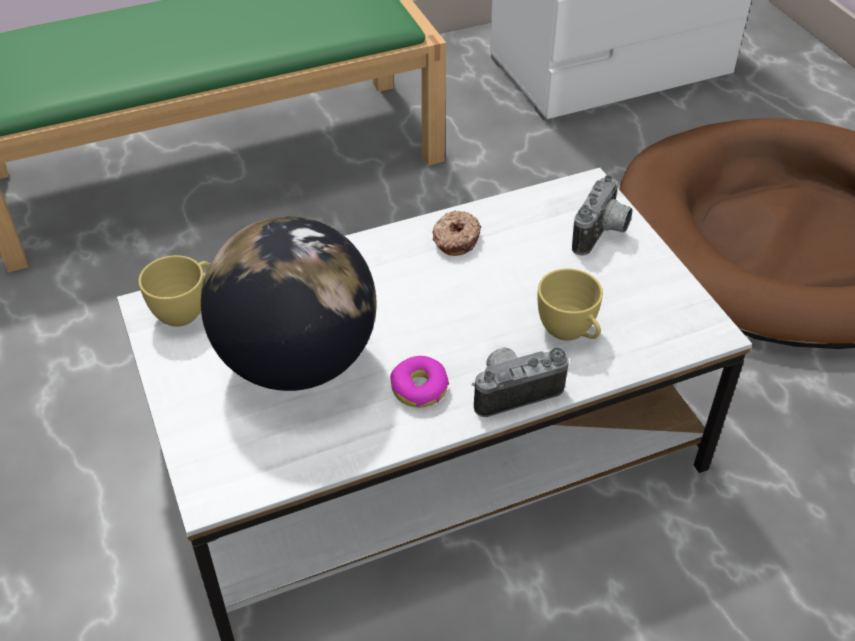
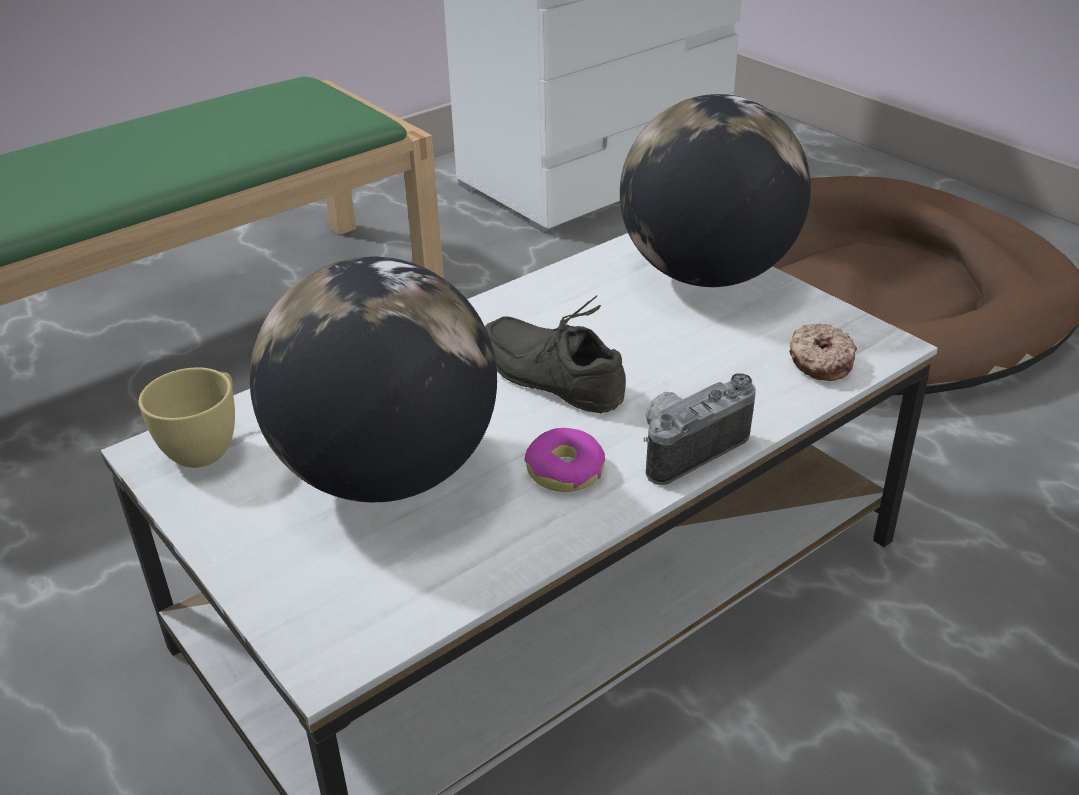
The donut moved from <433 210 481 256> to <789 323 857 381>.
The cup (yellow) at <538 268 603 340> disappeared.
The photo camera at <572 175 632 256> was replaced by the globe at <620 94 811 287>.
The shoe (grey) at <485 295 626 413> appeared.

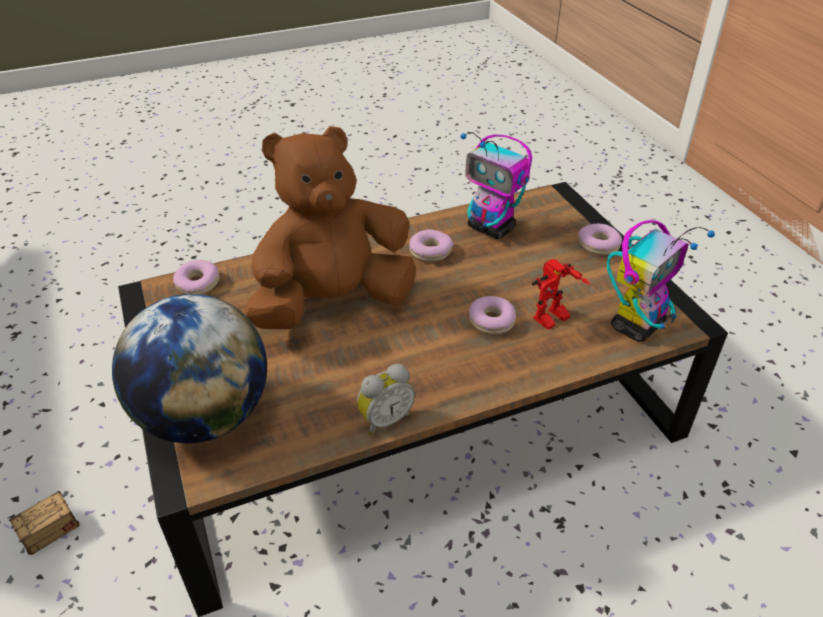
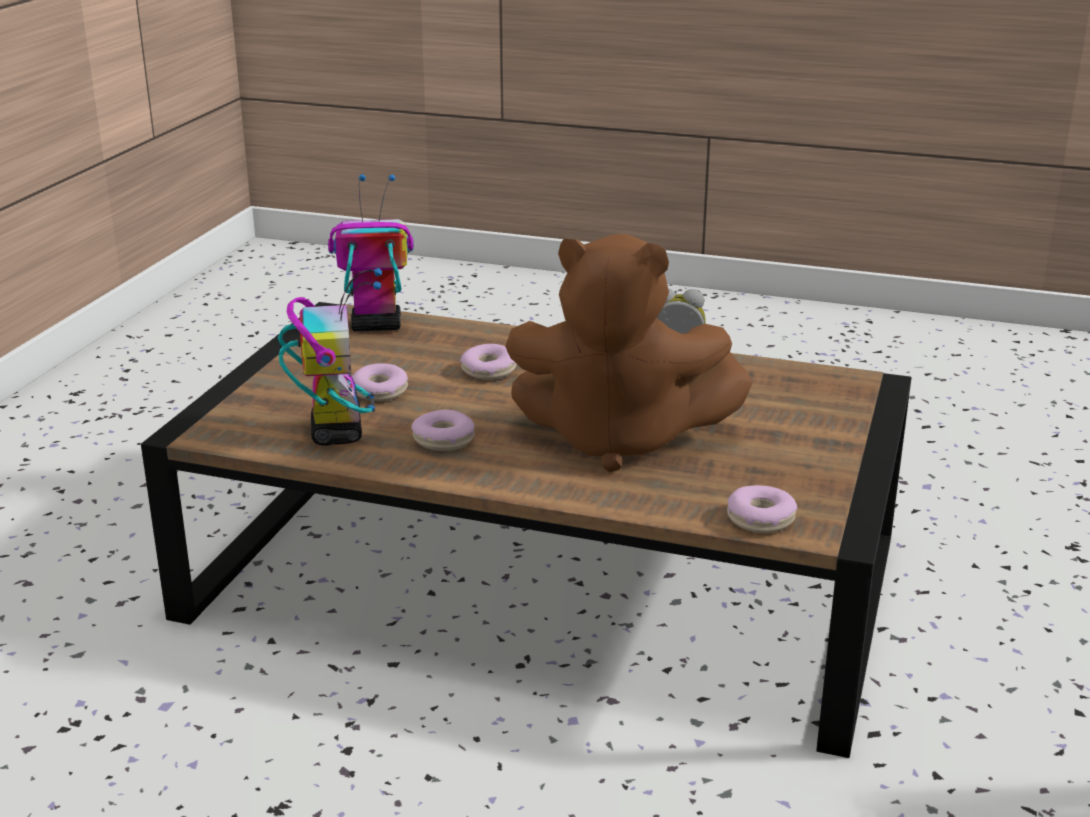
The storage box at <9 416 106 555> disappeared.
The globe at <112 294 267 443> disappeared.
The toy robot at <532 259 590 330> disappeared.
The donut moved from <578 224 622 255> to <352 363 408 401>.

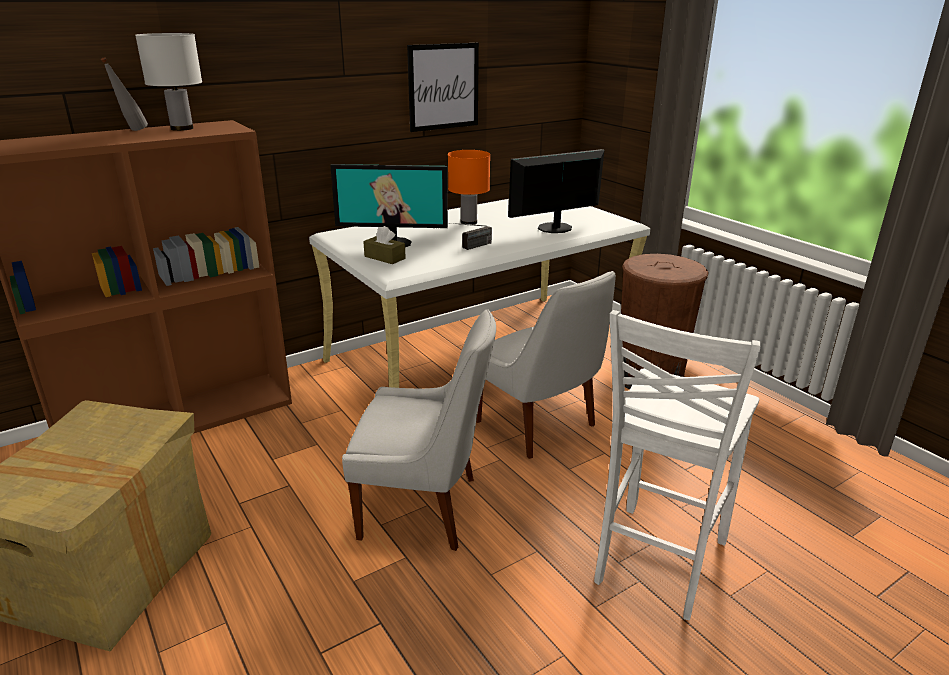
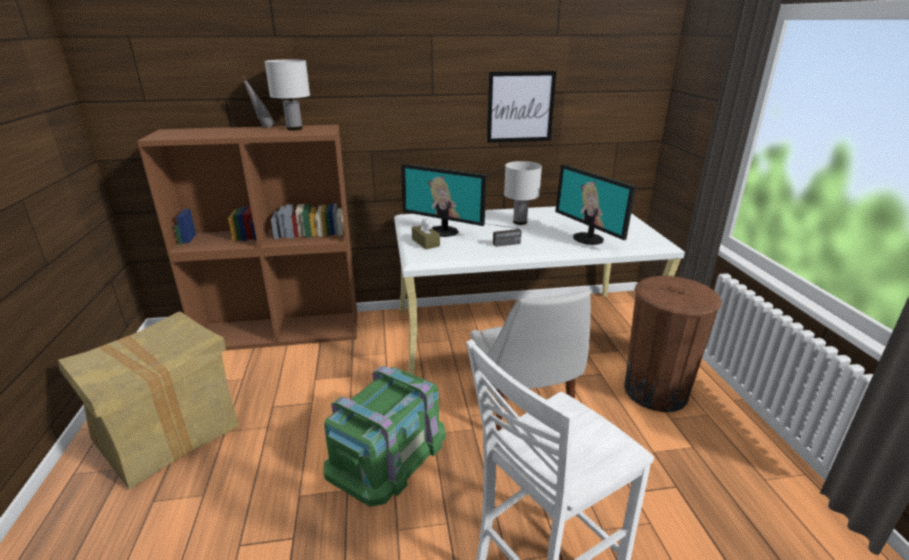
The chair (white) at <342 309 496 551> was replaced by the storage box (green) at <324 366 446 507>.
The table lamp (orange) at <448 150 490 225> became the table lamp (white) at <504 161 542 225>.
The monitor at <508 149 604 233> turned 120 degrees counterclockwise.

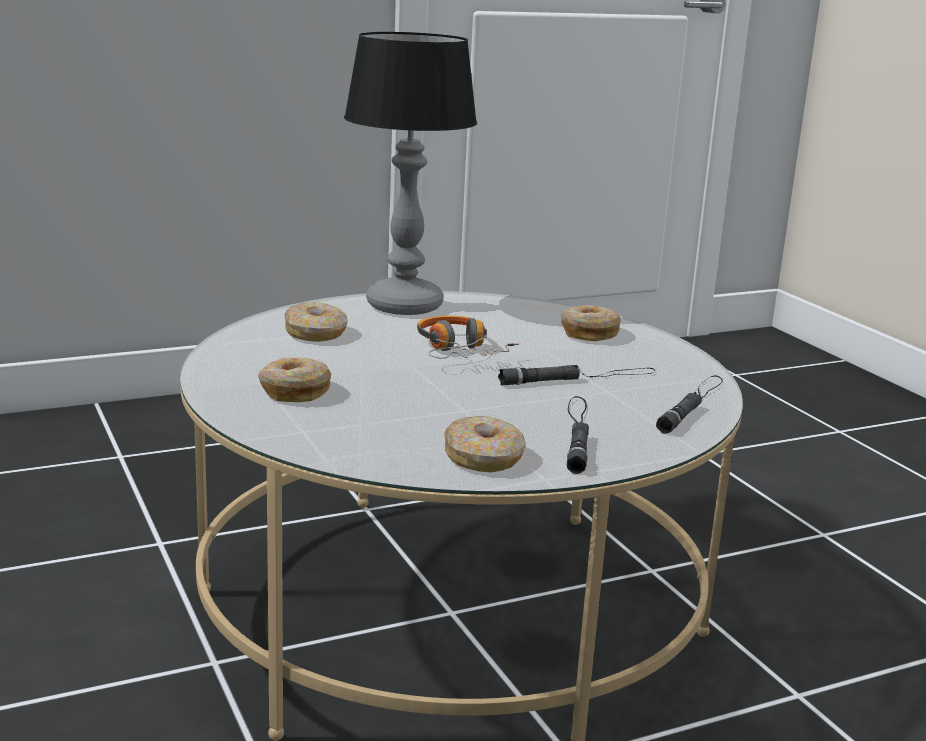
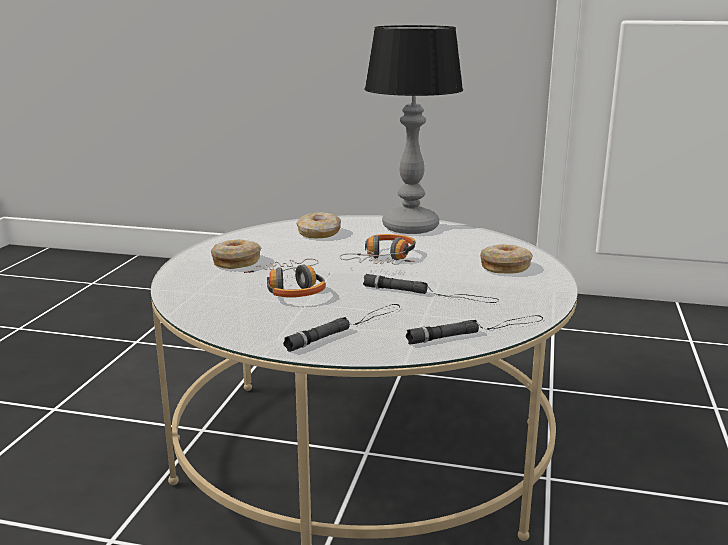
The donut at <444 416 526 472> disappeared.
The headphones at <244 258 326 297> appeared.

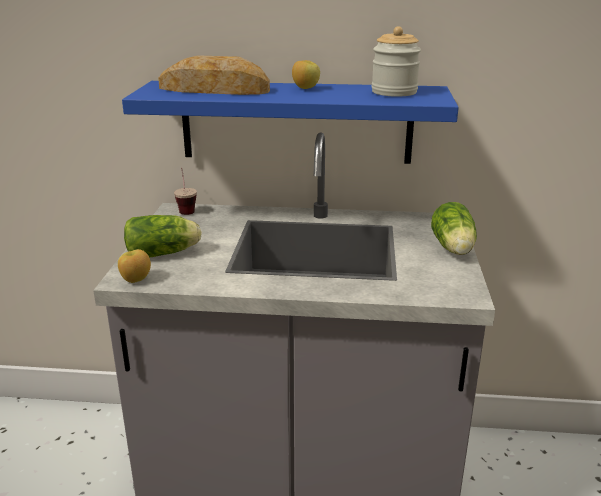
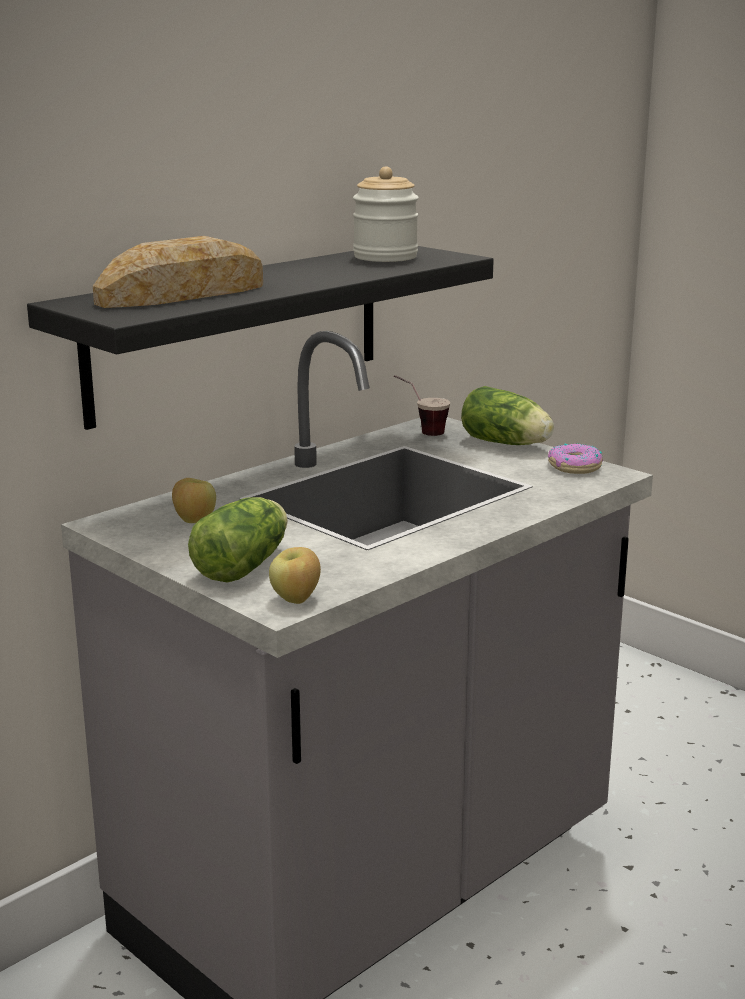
The shelf (blue) at <122 81 459 164> became the shelf (black) at <27 246 494 430>.
The cup moved from <174 167 197 215> to <394 375 450 436>.
The apple moved from <292 60 320 89> to <172 478 216 523>.
The donut at <548 443 603 474> appeared.

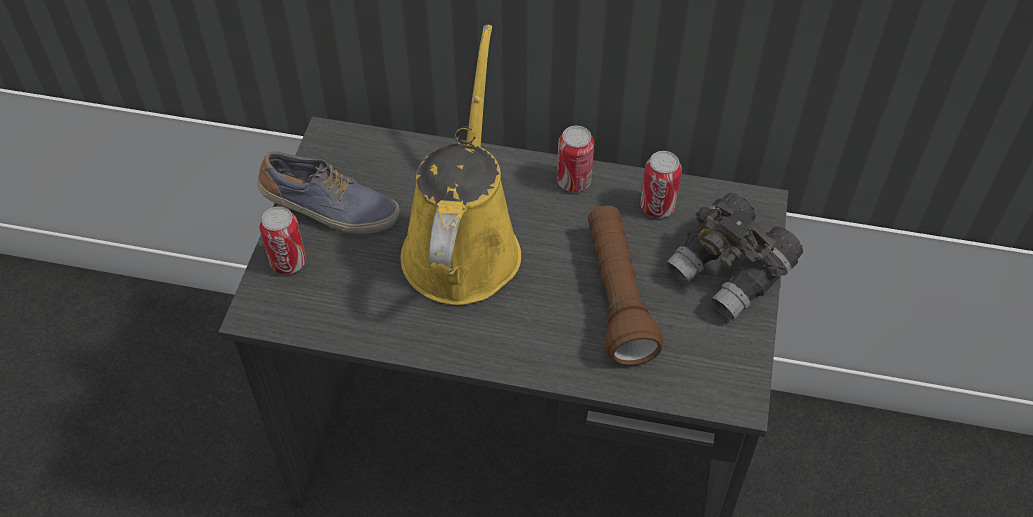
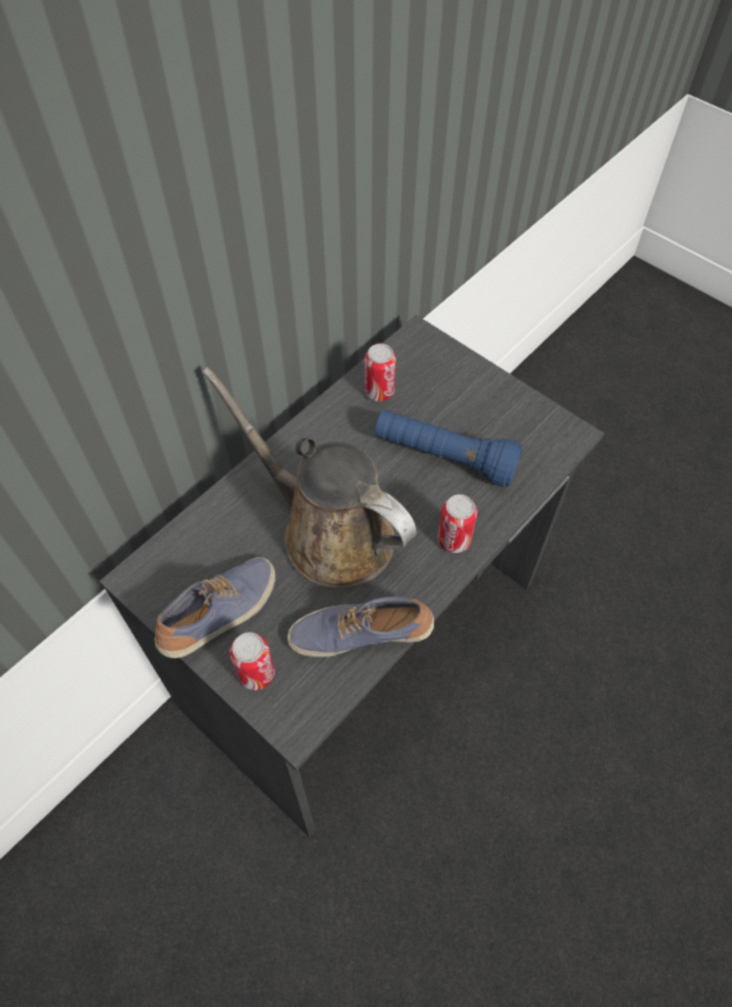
The watering can (yellow) at <401 25 521 305> became the watering can (brown) at <202 367 416 589>.
The can moved from <557 126 594 192> to <438 494 477 553>.
The flashlight (brown) at <588 206 663 366> became the flashlight (blue) at <374 410 523 487>.
The binoculars (grey) at <666 192 803 320> disappeared.
The shoe at <287 596 434 657> appeared.

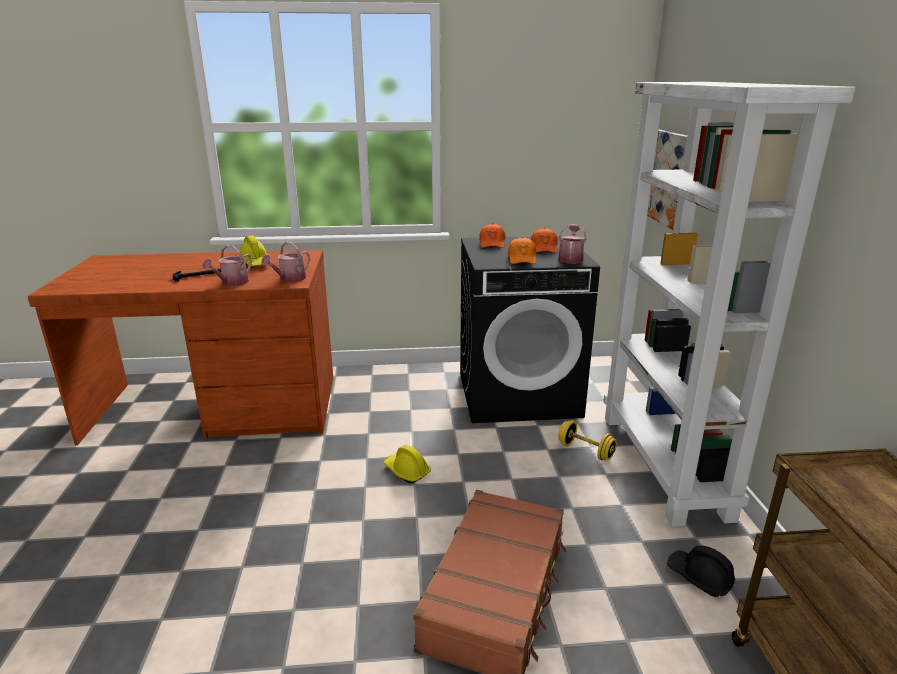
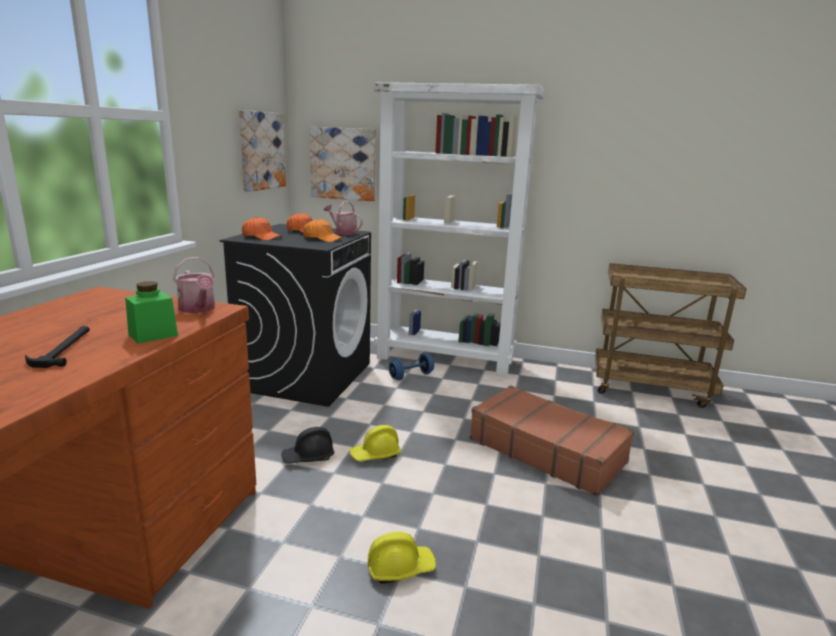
The watering can at <202 245 252 286> was replaced by the jar (green) at <125 281 178 344>.
The hard hat (yellow) moved from <238 236 271 266> to <368 532 436 584>.
The dumbbell (yellow) at <558 420 617 460> became the dumbbell (blue) at <389 353 434 380>.
The hard hat (black) moved from <667 545 735 597> to <281 427 334 464>.
The picture at <239 110 286 192> appeared.

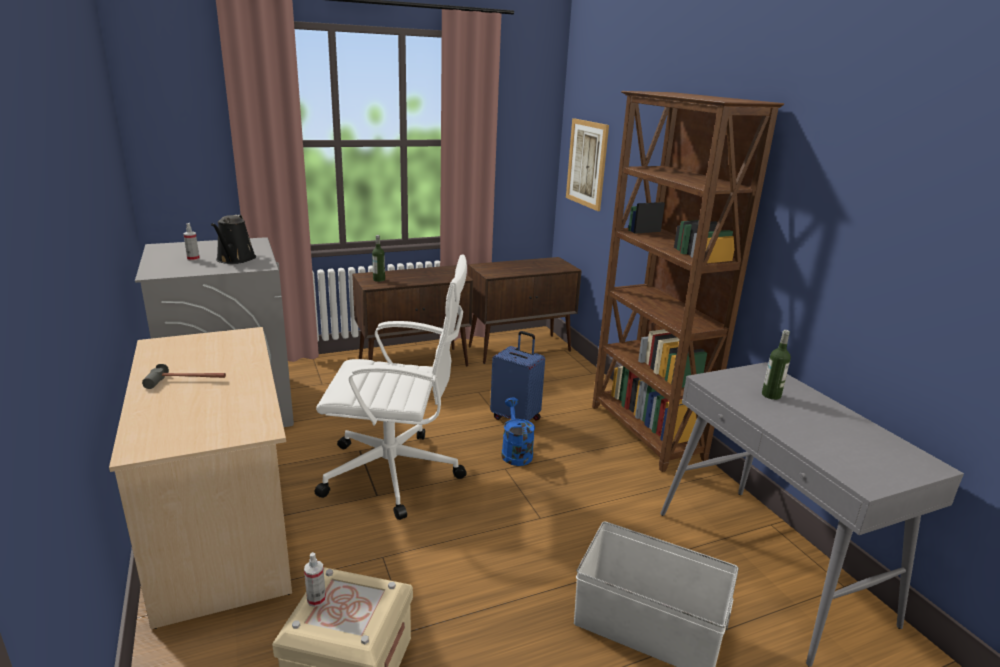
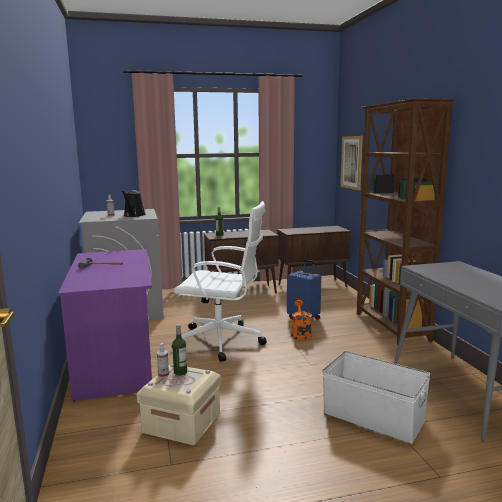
The desk (beige) at <109 327 292 629> became the desk (purple) at <58 249 152 402>.
The watering can (blue) at <501 398 535 466> became the watering can (orange) at <291 300 312 340>.
The bottle moved from <762 330 791 400> to <172 324 187 376>.

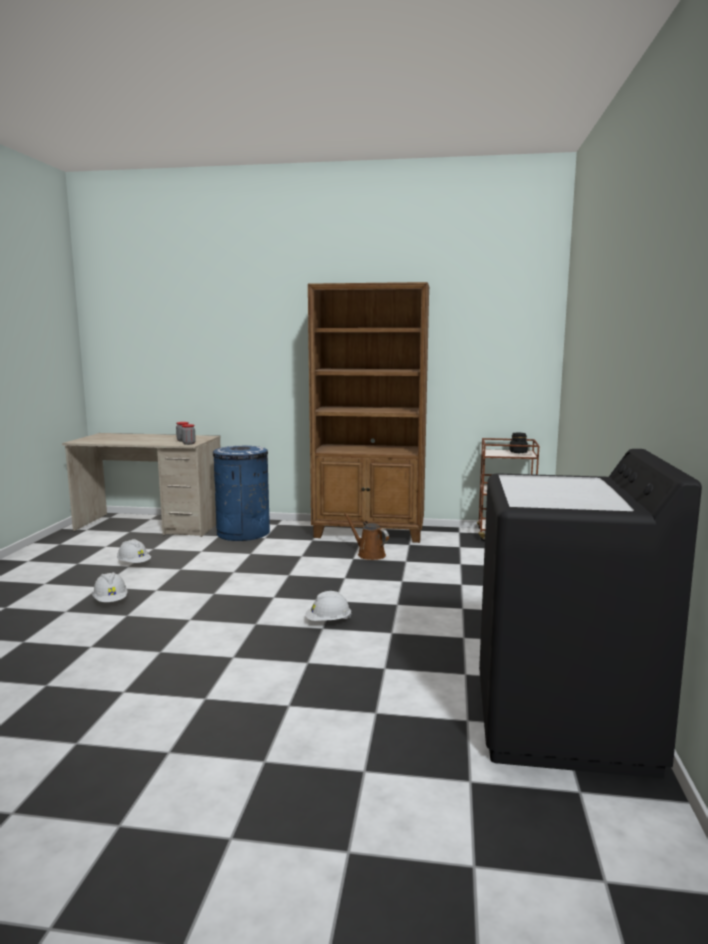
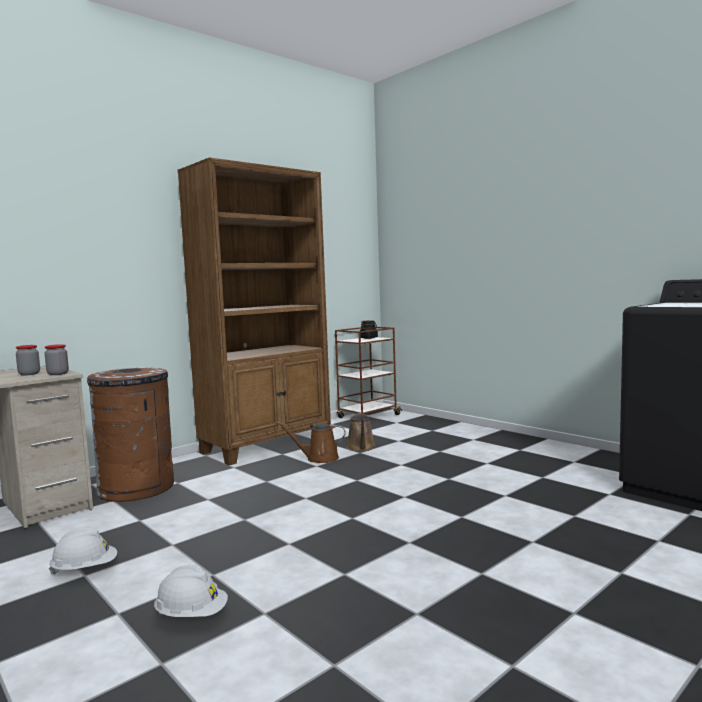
The trash can (blue) at <213 446 270 541> became the trash can (brown) at <87 367 174 502>.
The hard hat (white) at <305 591 352 621> disappeared.
The watering can (brown) at <347 413 376 451> appeared.

